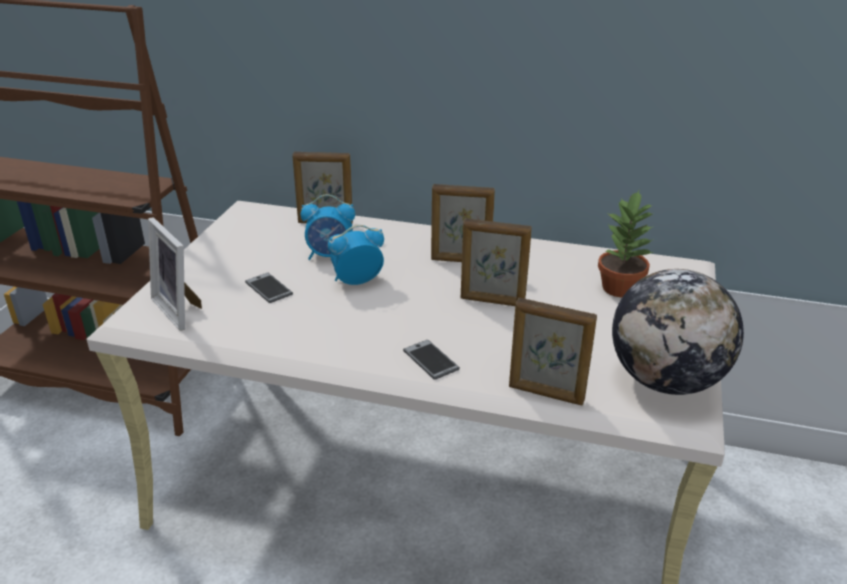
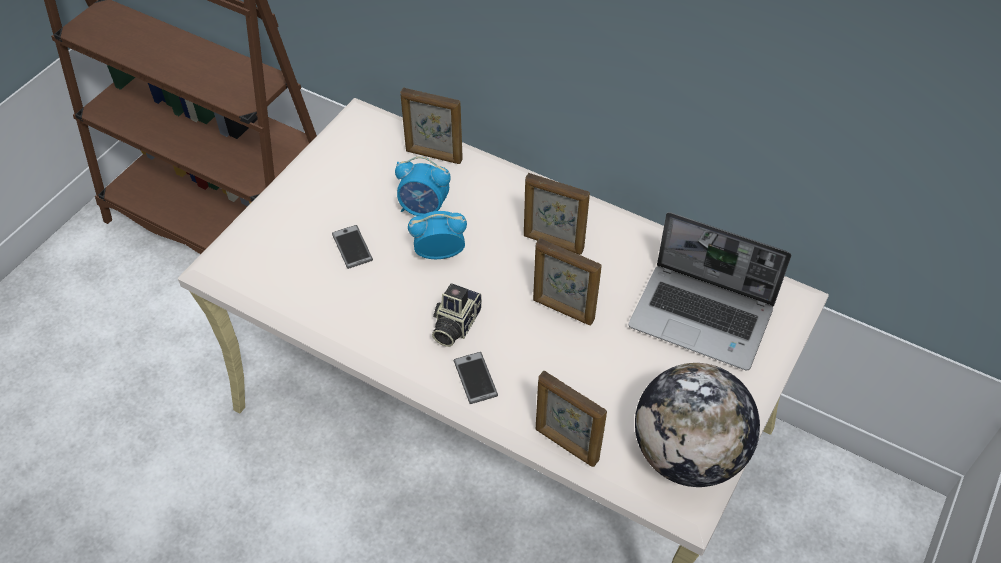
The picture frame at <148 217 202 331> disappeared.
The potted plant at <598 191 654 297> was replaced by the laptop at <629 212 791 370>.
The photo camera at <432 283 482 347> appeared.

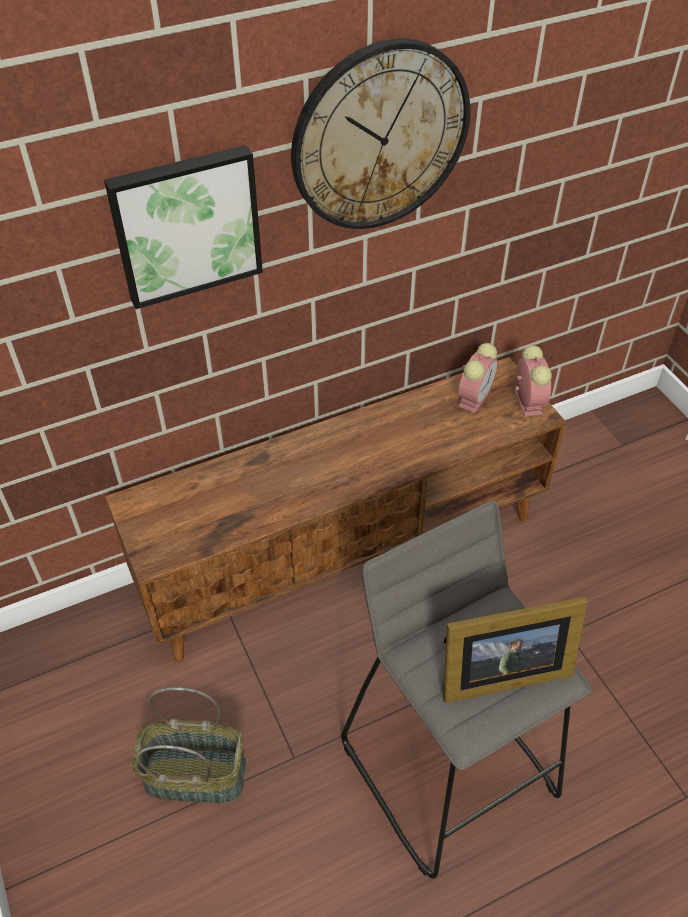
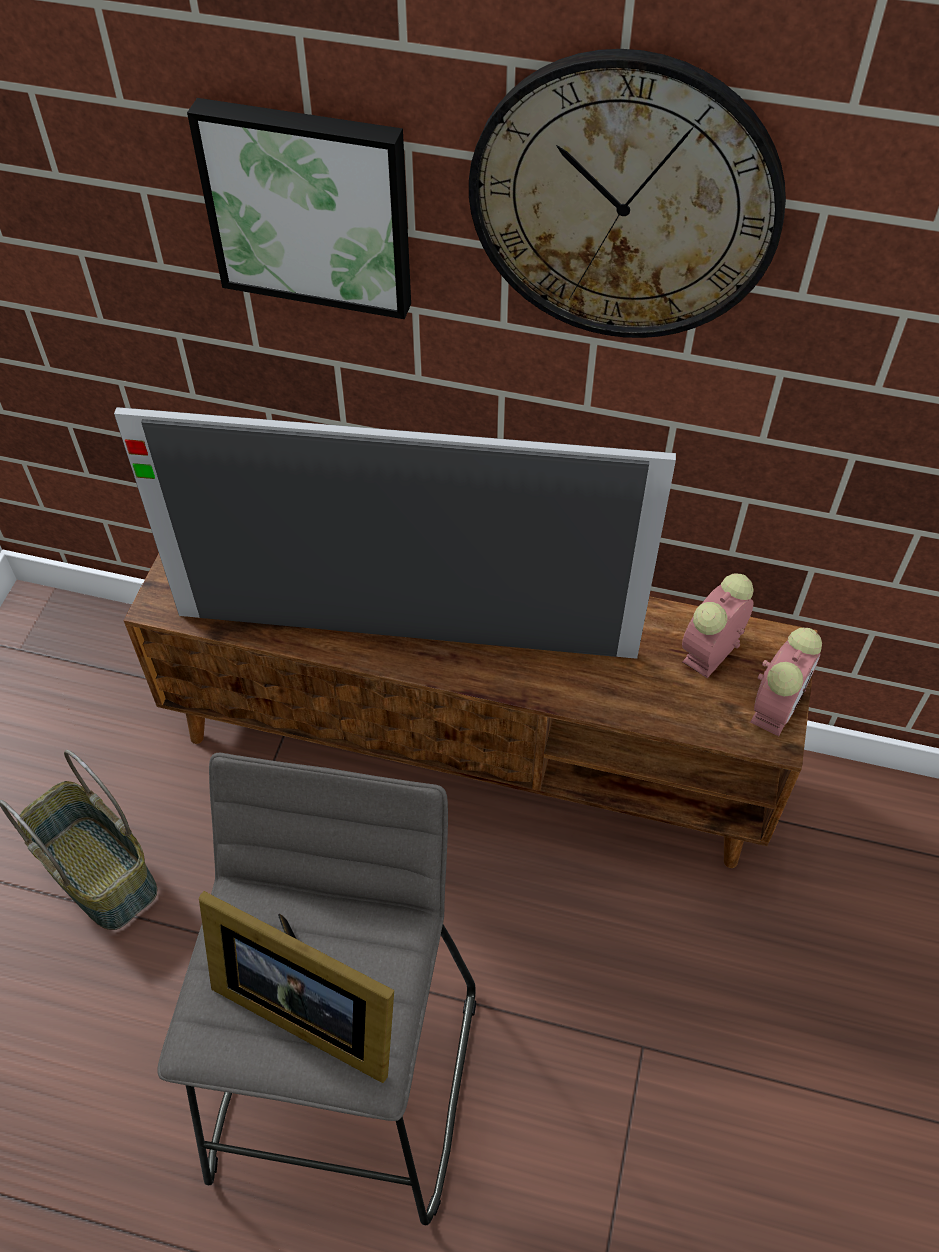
The alarm clock at <458 343 498 413> turned 150 degrees clockwise.
The television at <114 407 676 659> appeared.

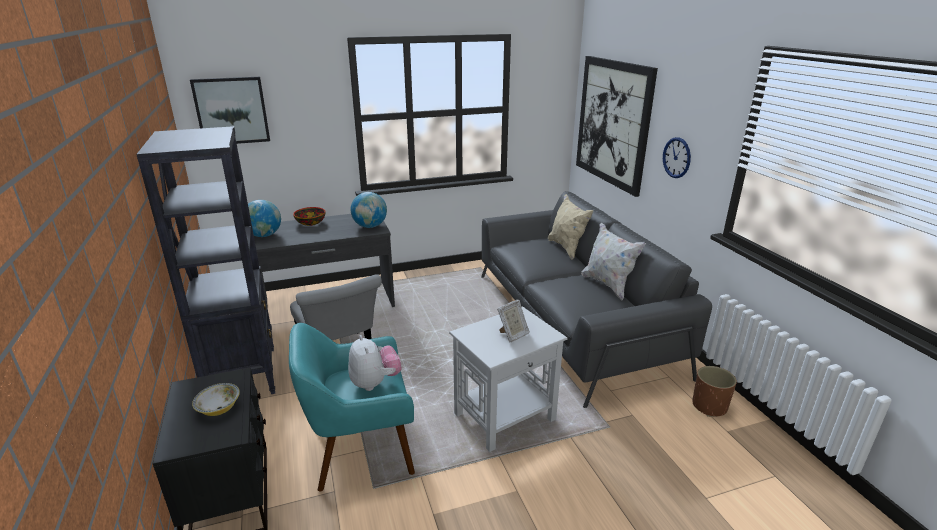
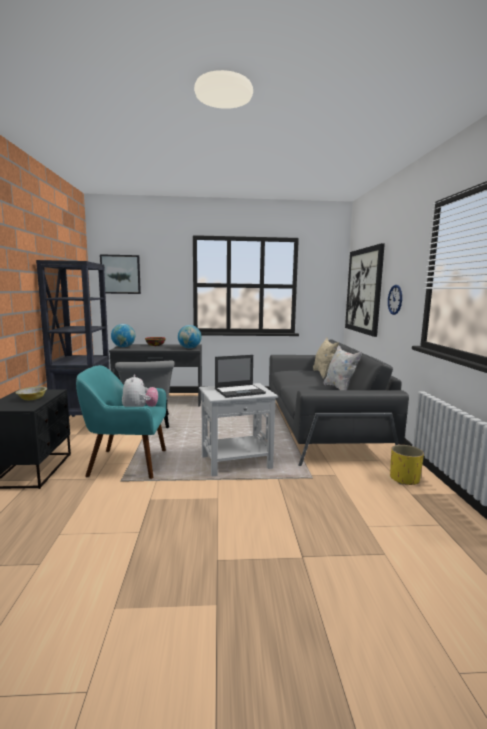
The picture frame at <497 299 530 342> was replaced by the laptop at <215 355 266 398>.
The planter (brown) at <692 366 737 417> became the planter (yellow) at <390 445 424 485>.

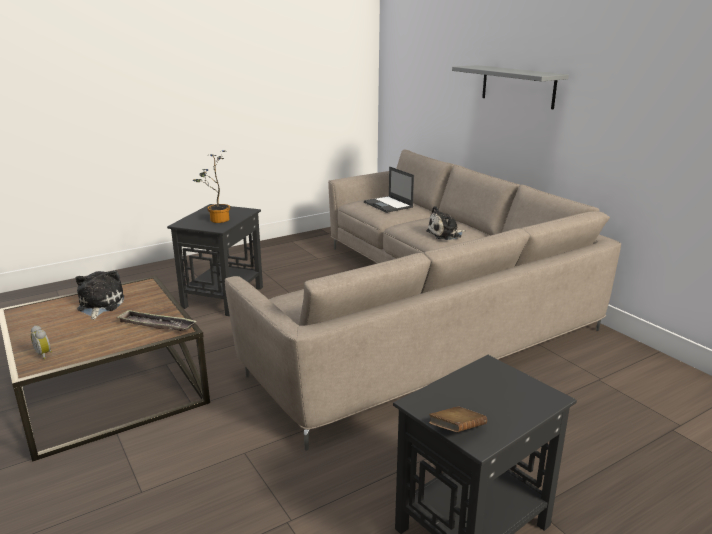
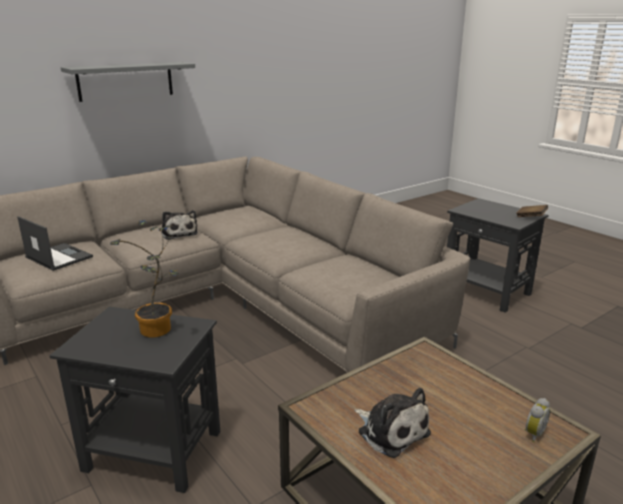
The plush toy at <76 270 124 320> turned 120 degrees counterclockwise.
The tray at <116 310 197 331> disappeared.
The laptop at <364 166 414 213> turned 105 degrees counterclockwise.

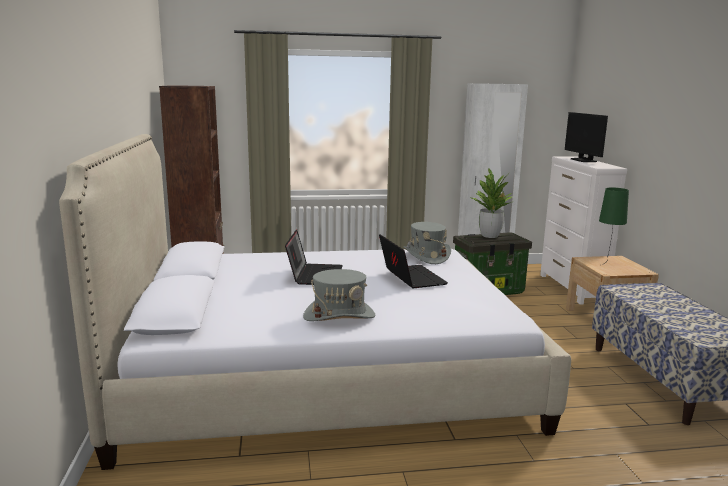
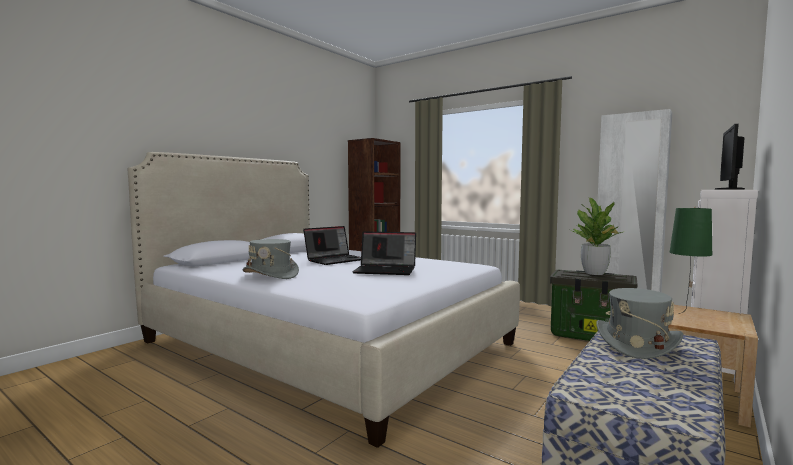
The laptop at <379 235 448 288> turned 75 degrees clockwise.
The hat (grey) moved from <404 222 451 264> to <596 288 683 359>.

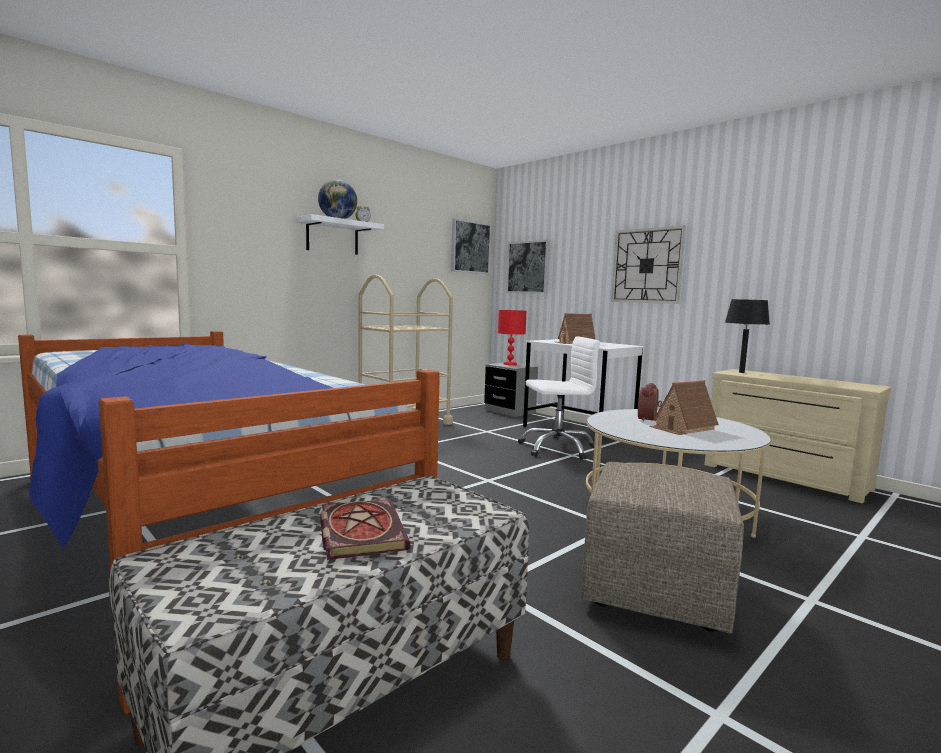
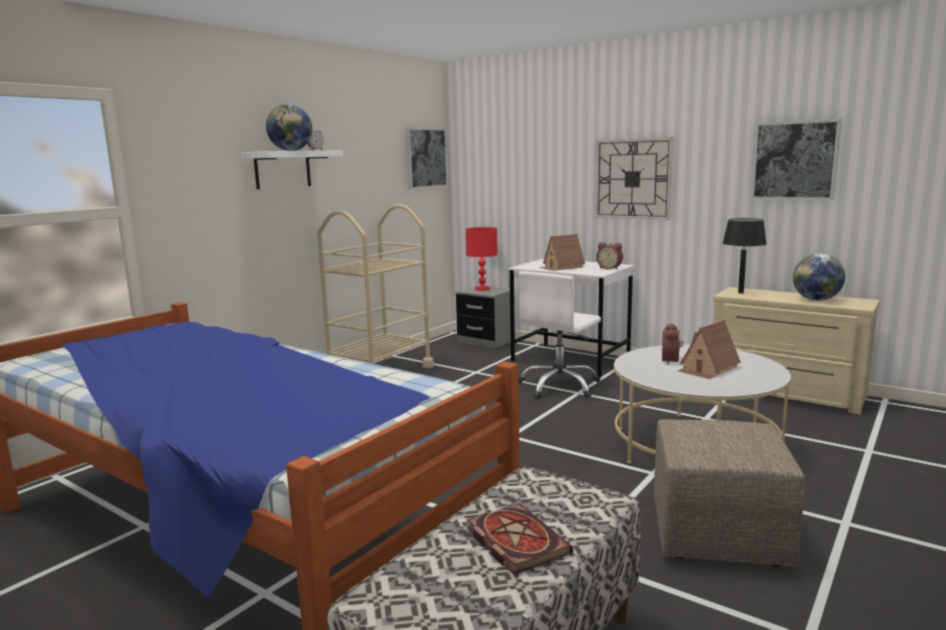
The picture moved from <506 240 550 294> to <751 119 842 200>.
The office chair (white) at <518 336 600 460> turned 150 degrees clockwise.
The alarm clock at <596 242 623 270> appeared.
The globe at <793 254 845 301> appeared.

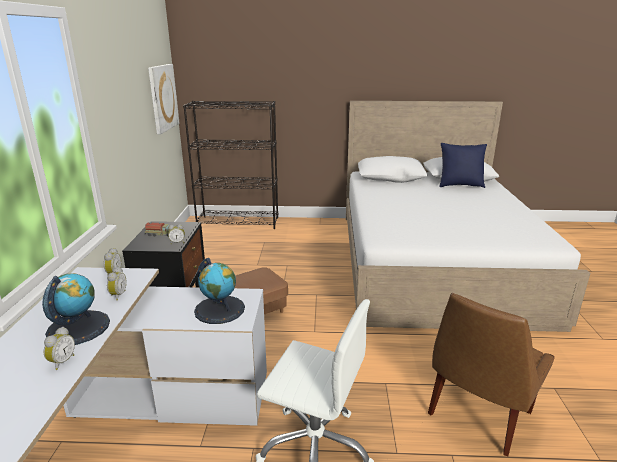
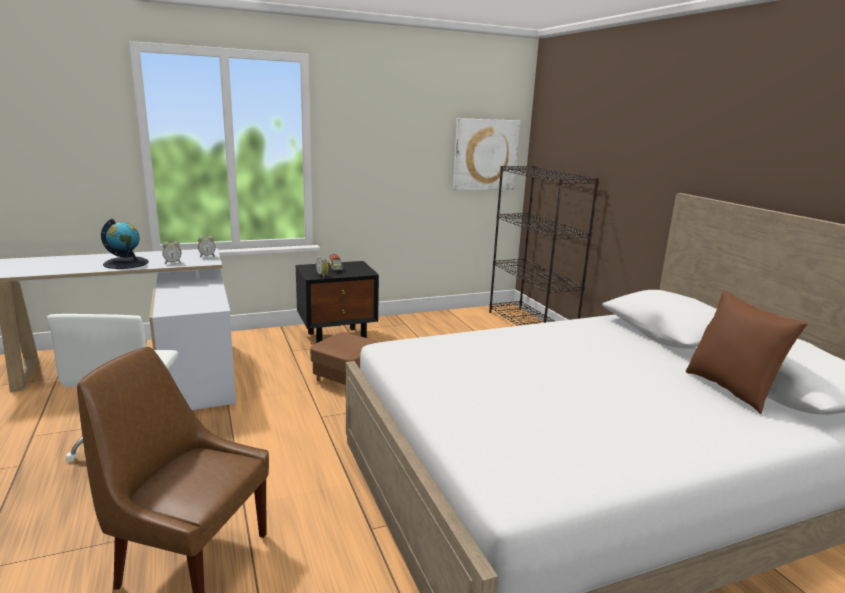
The alarm clock at <44 327 75 370> disappeared.
The globe at <194 258 245 324> disappeared.
The pillow (blue) at <439 143 487 188> became the pillow (brown) at <686 291 808 414>.

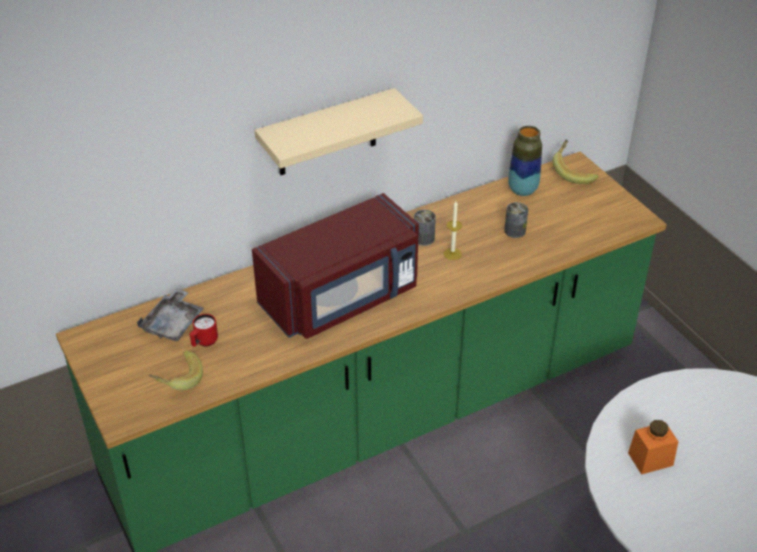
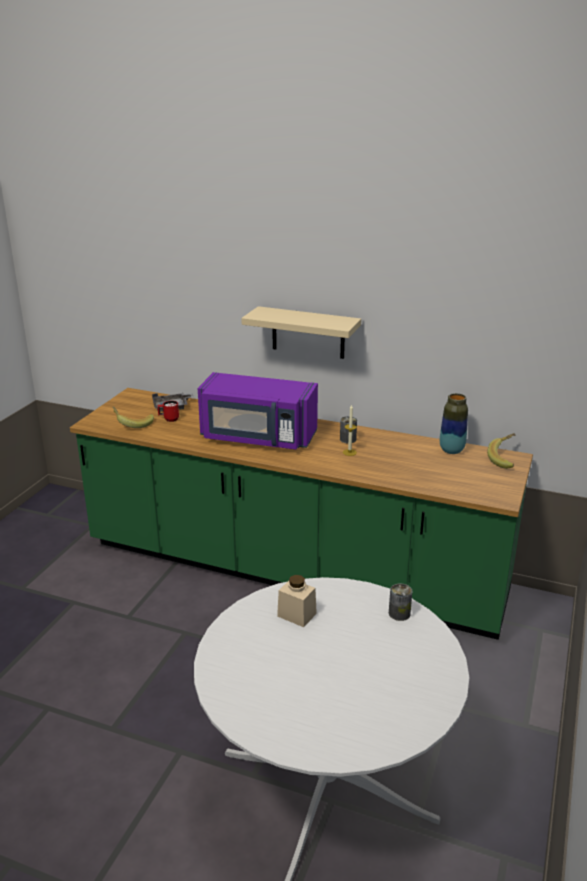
The microwave (red) at <252 193 419 339> became the microwave (purple) at <198 372 318 450>.
The can moved from <504 202 528 238> to <389 583 412 621>.
The jar (orange) at <628 420 679 475> became the jar (beige) at <277 575 317 627>.

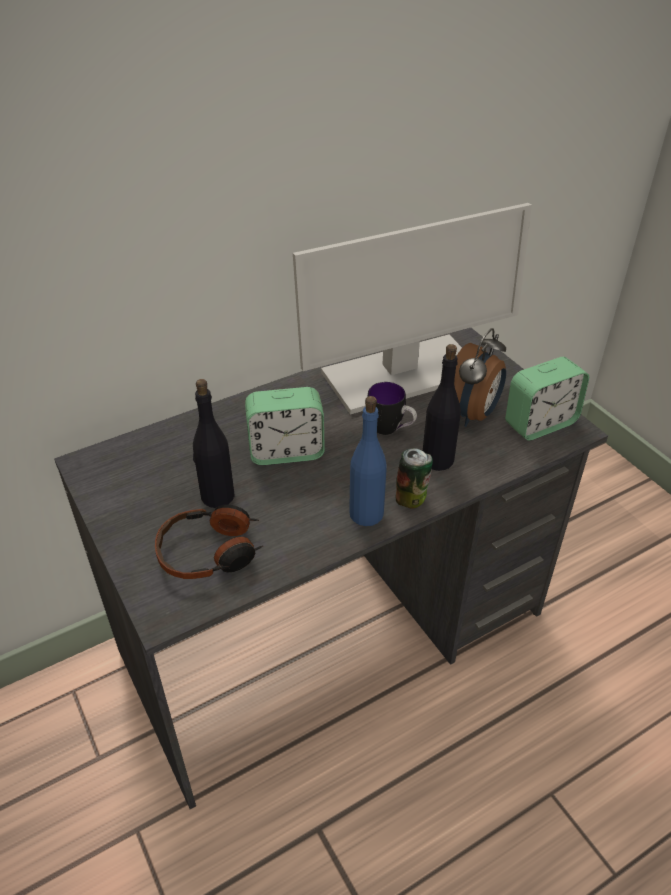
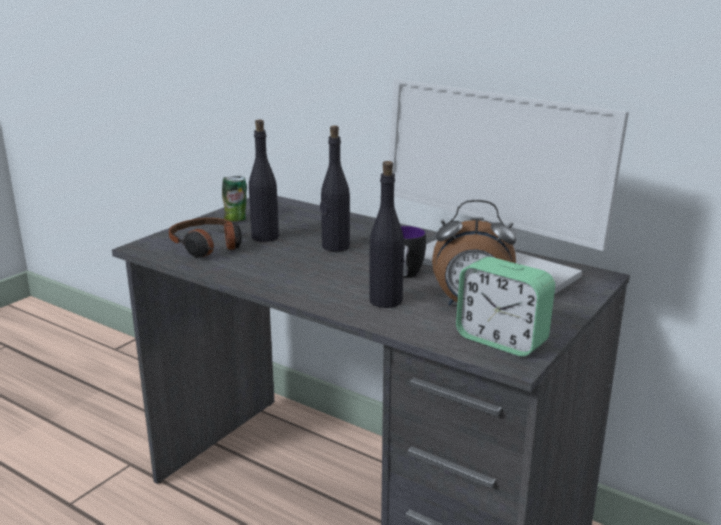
The alarm clock at <245 387 325 465> was replaced by the bottle (black) at <320 126 350 251>.
The bottle (blue) at <349 396 387 526> disappeared.
The can moved from <396 448 433 508> to <222 176 247 222>.

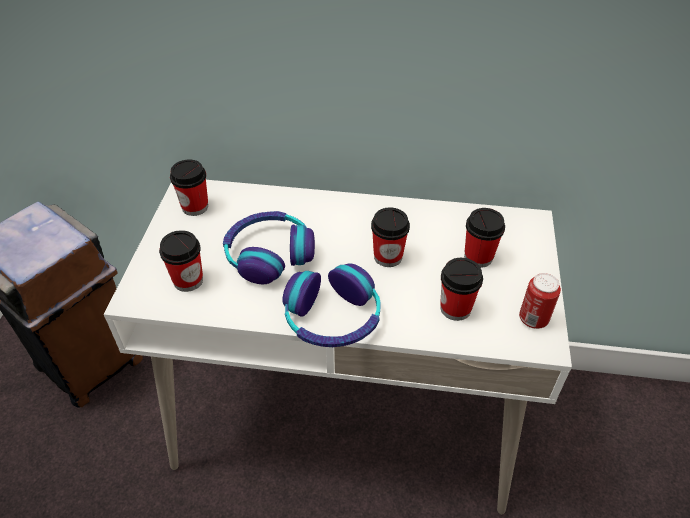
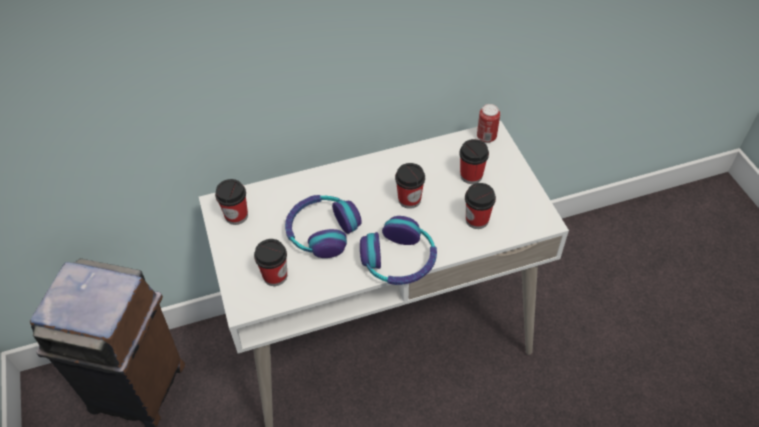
The can moved from <519 273 561 329> to <477 104 500 143>.

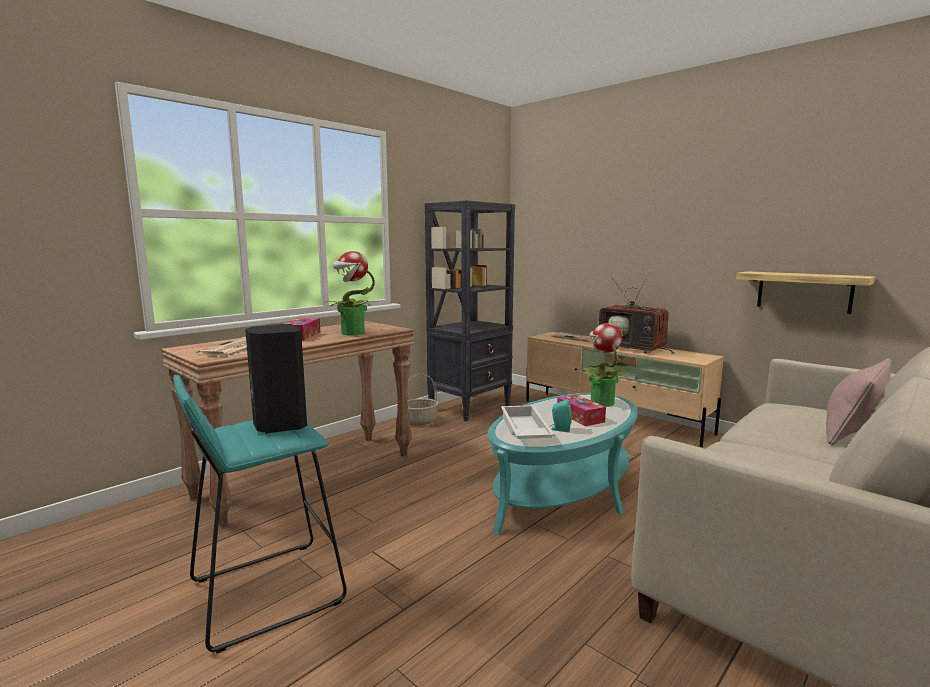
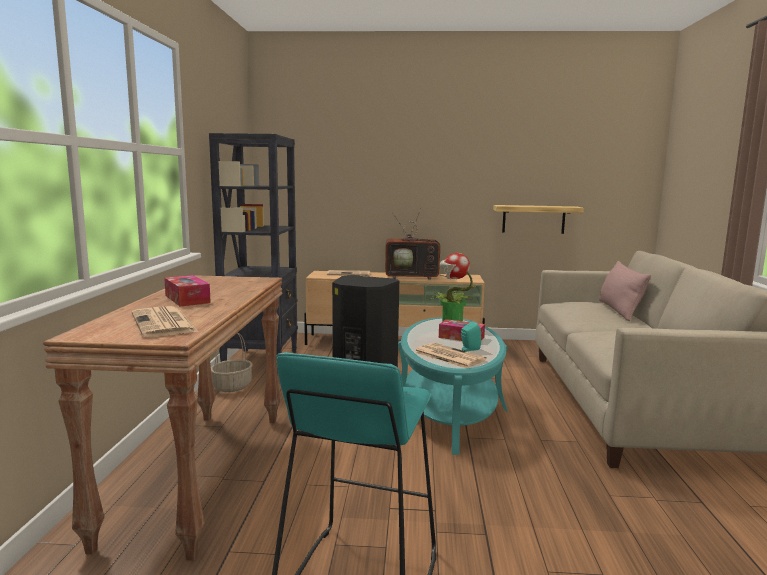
The potted plant at <326 251 377 336> disappeared.
The tray (white) at <501 405 555 439> was replaced by the newspaper at <414 342 487 368>.

